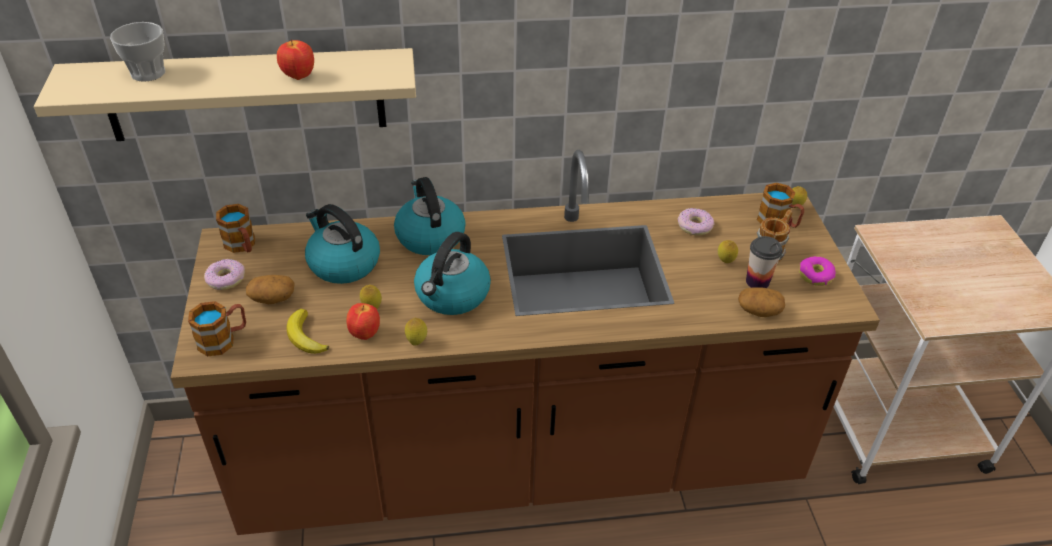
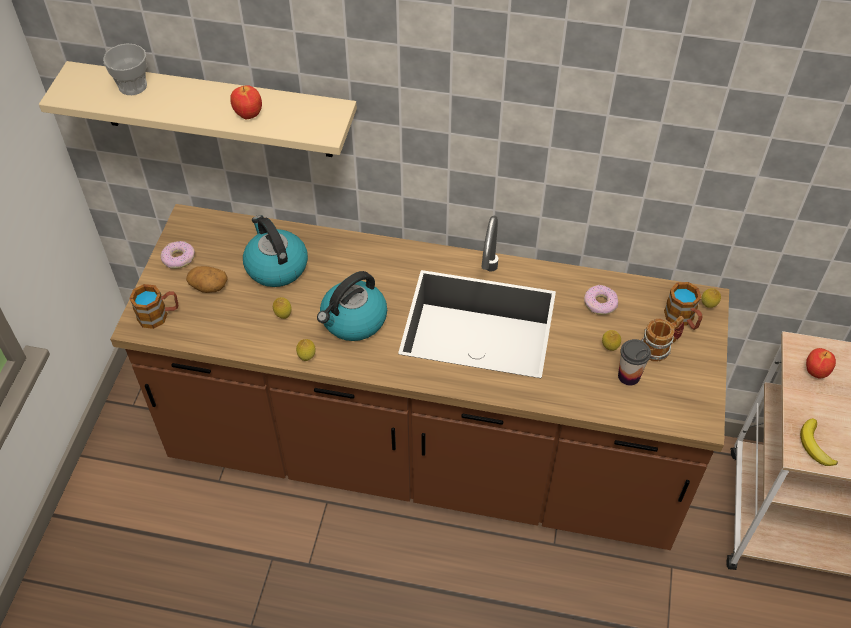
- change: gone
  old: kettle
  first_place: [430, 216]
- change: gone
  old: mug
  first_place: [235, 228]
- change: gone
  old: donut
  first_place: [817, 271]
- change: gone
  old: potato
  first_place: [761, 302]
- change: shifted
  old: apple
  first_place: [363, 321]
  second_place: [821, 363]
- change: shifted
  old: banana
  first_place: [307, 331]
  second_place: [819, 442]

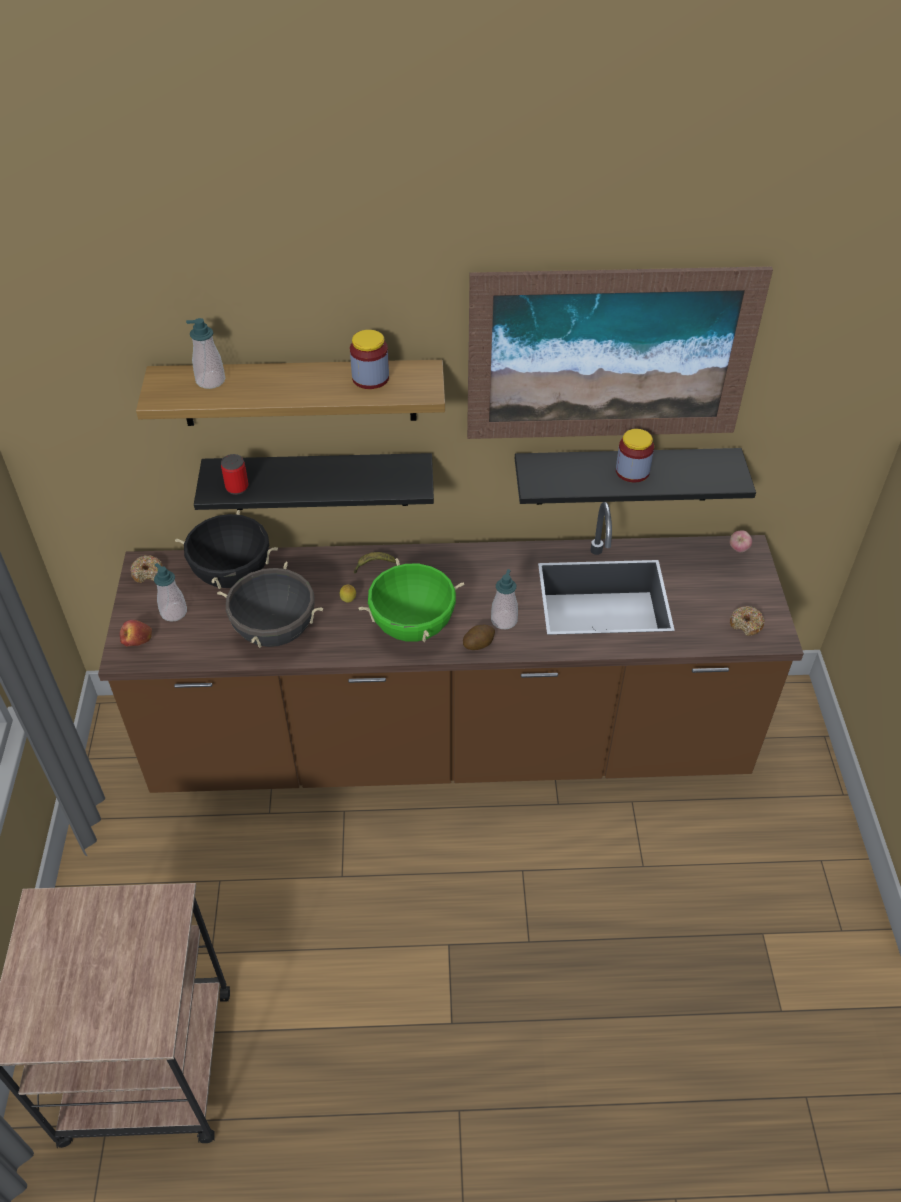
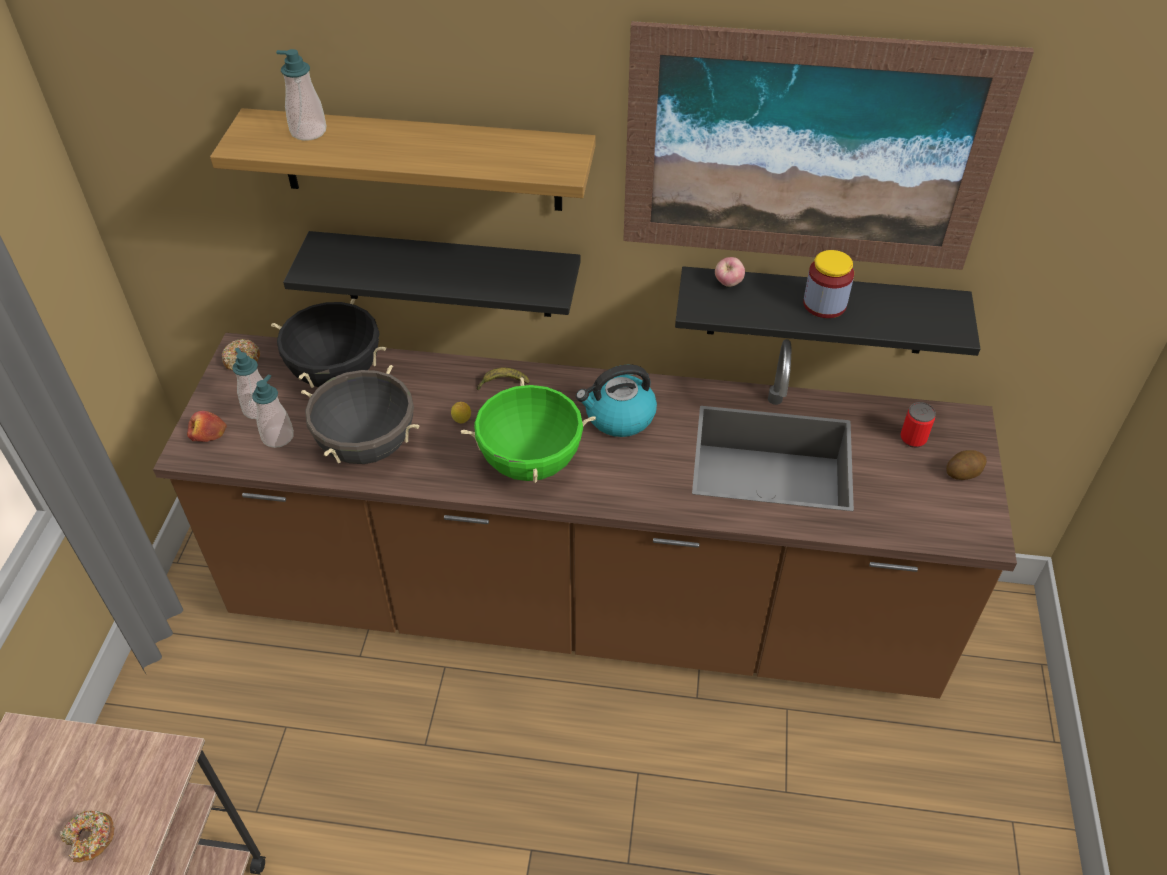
- change: gone
  old: jar
  first_place: [369, 359]
- change: shifted
  old: can
  first_place: [234, 474]
  second_place: [918, 425]
- change: shifted
  old: apple
  first_place: [741, 541]
  second_place: [730, 272]
- change: shifted
  old: soap dispenser
  first_place: [504, 599]
  second_place: [273, 411]
- change: shifted
  old: donut
  first_place: [747, 621]
  second_place: [87, 836]
- change: shifted
  old: potato
  first_place: [479, 637]
  second_place: [966, 465]
- change: new
  new: kettle
  second_place: [616, 401]

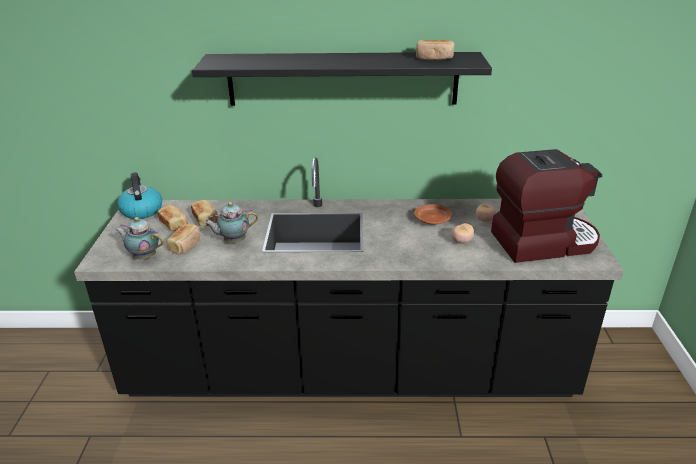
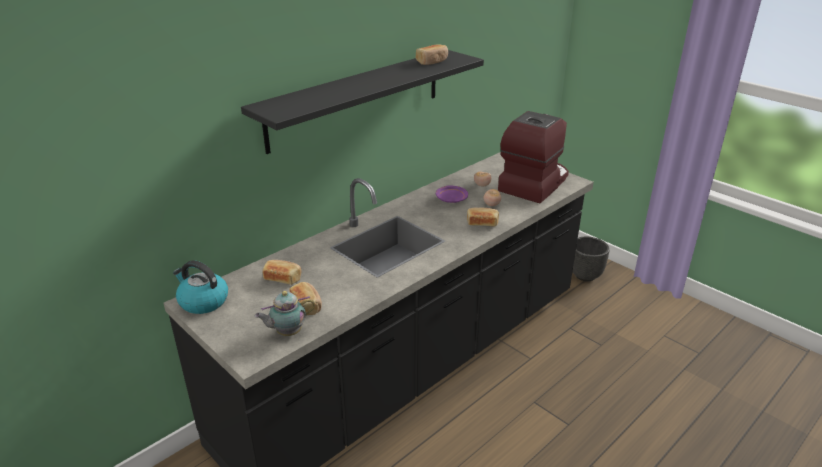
- change: gone
  old: teapot
  first_place: [231, 222]
- change: repainted
  old: brown plate
  new: purple plate
  first_place: [433, 214]
  second_place: [452, 194]
- change: shifted
  old: bread
  first_place: [172, 218]
  second_place: [483, 217]
- change: new
  new: black planter
  second_place: [591, 259]

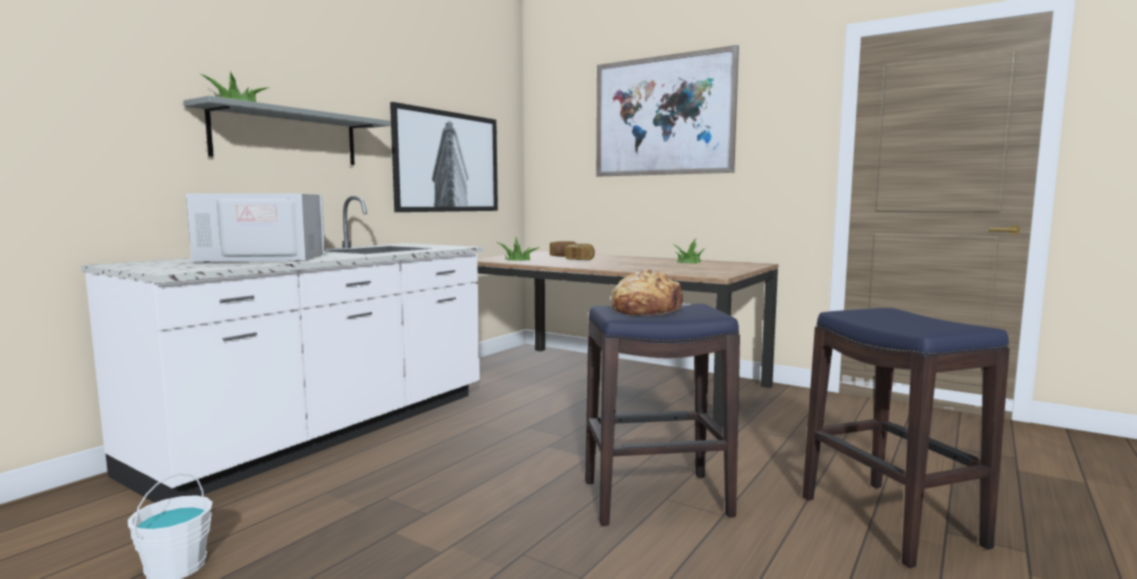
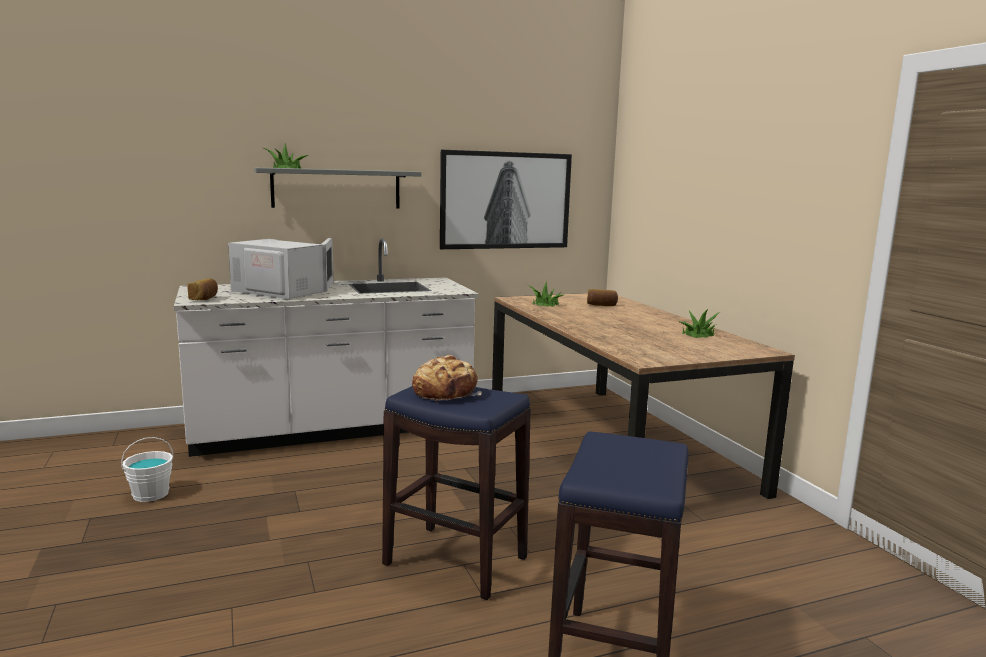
- change: gone
  old: picture
  first_place: [667, 111]
- change: shifted
  old: bread
  first_place: [580, 251]
  second_place: [202, 289]

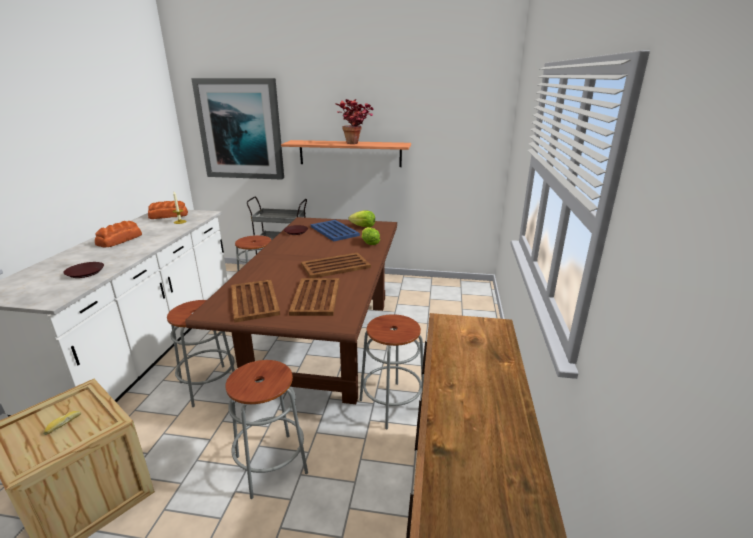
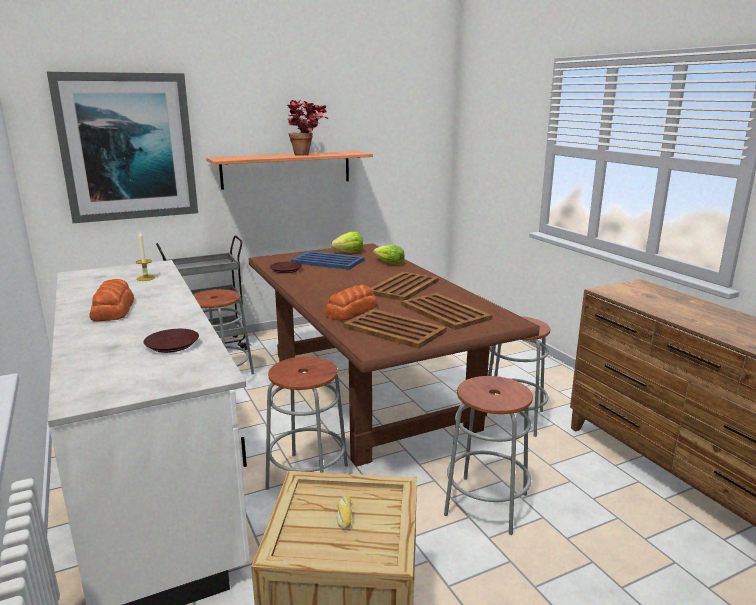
- change: shifted
  old: bread
  first_place: [168, 210]
  second_place: [351, 302]

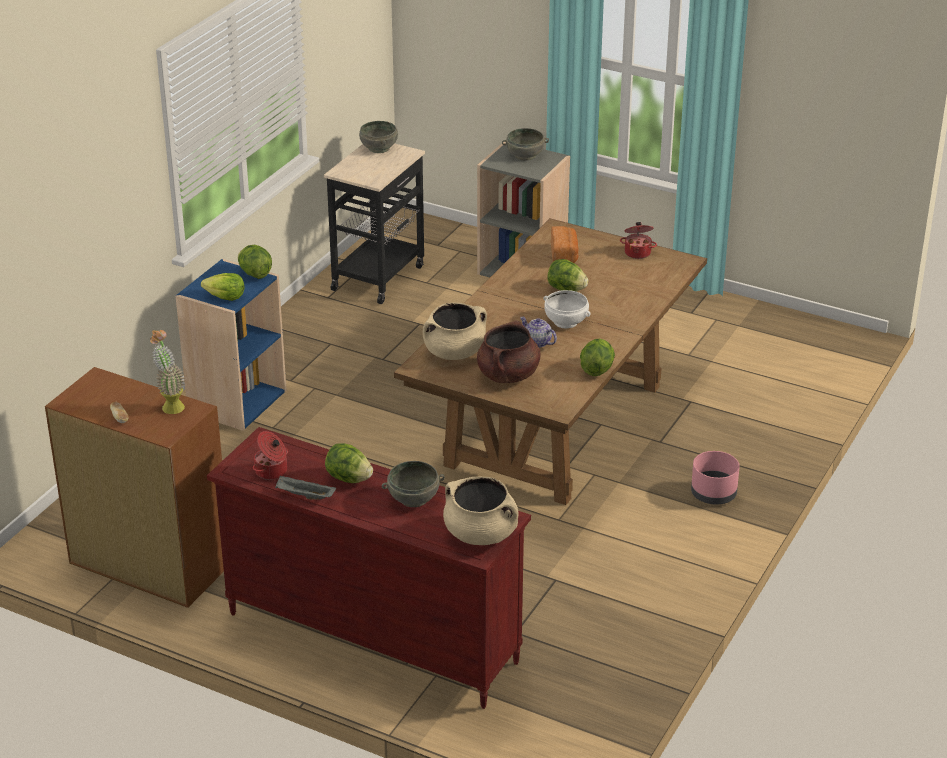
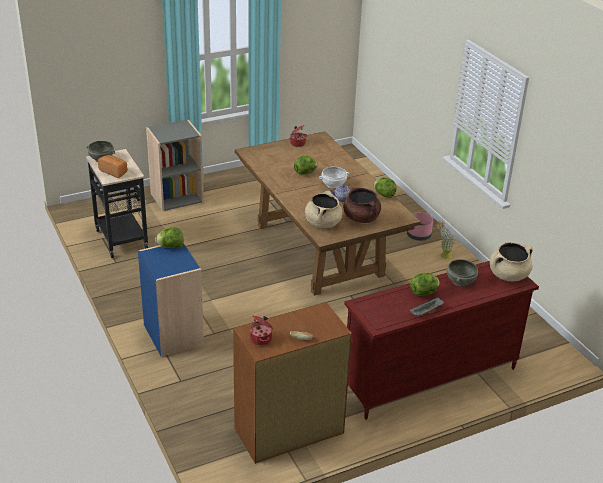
- change: gone
  old: grey bowl
  first_place: [525, 144]
- change: shifted
  old: bread
  first_place: [565, 244]
  second_place: [113, 166]
- change: gone
  old: lettuce
  first_place: [223, 287]
- change: shifted
  old: potted plant
  first_place: [167, 372]
  second_place: [445, 240]
- change: shifted
  old: cooking pot
  first_place: [270, 455]
  second_place: [261, 330]

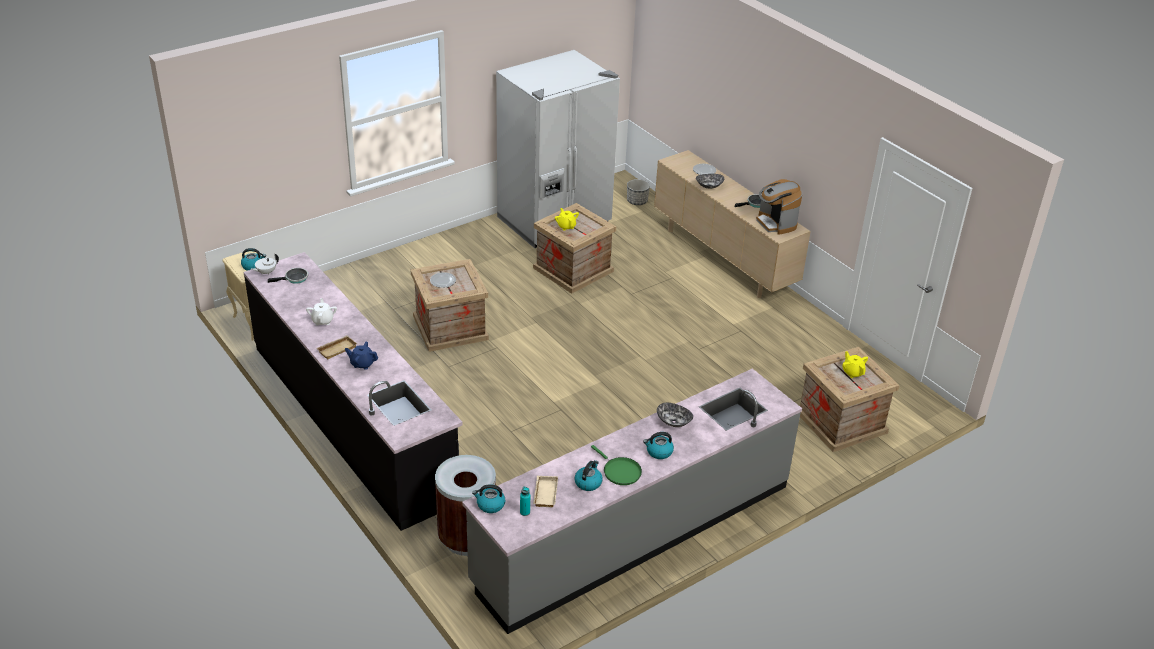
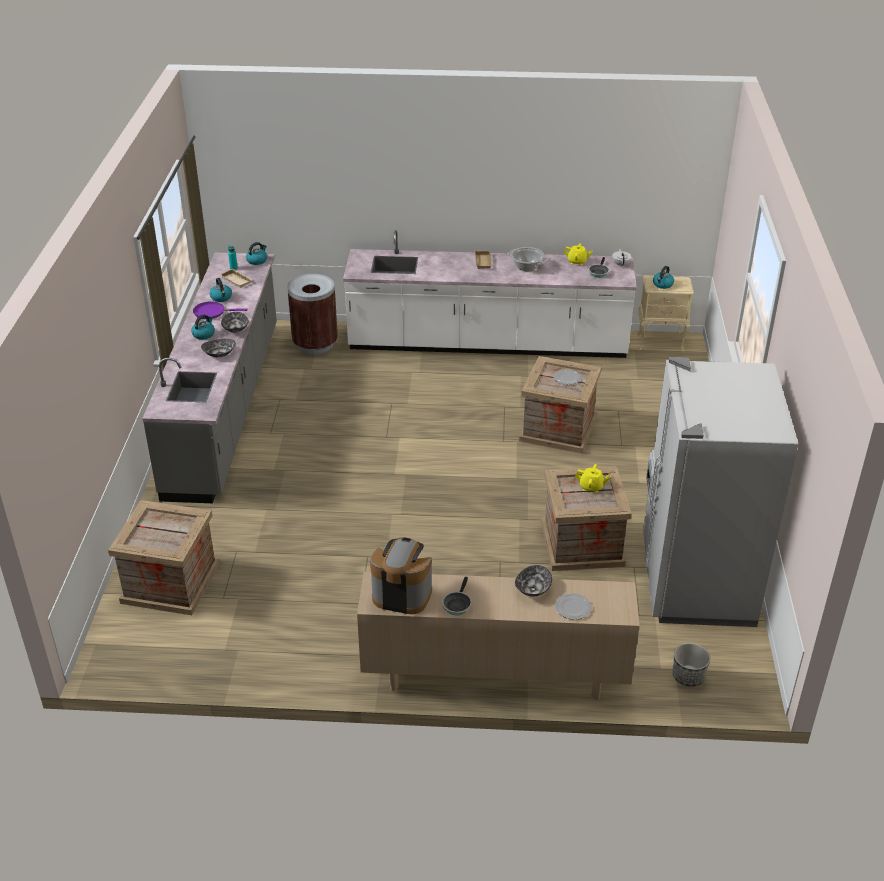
- change: repainted
  old: black counter
  new: white counter
  first_place: [353, 391]
  second_place: [490, 294]
- change: swapped
  old: white teapot
  new: cooking pot
  first_place: [321, 312]
  second_place: [527, 259]
- change: gone
  old: blue teapot
  first_place: [361, 356]
- change: shifted
  old: yellow teapot
  first_place: [855, 364]
  second_place: [578, 254]
- change: repainted
  old: green frying pan
  new: purple frying pan
  first_place: [616, 465]
  second_place: [220, 310]
- change: new
  new: bowl
  second_place: [235, 322]

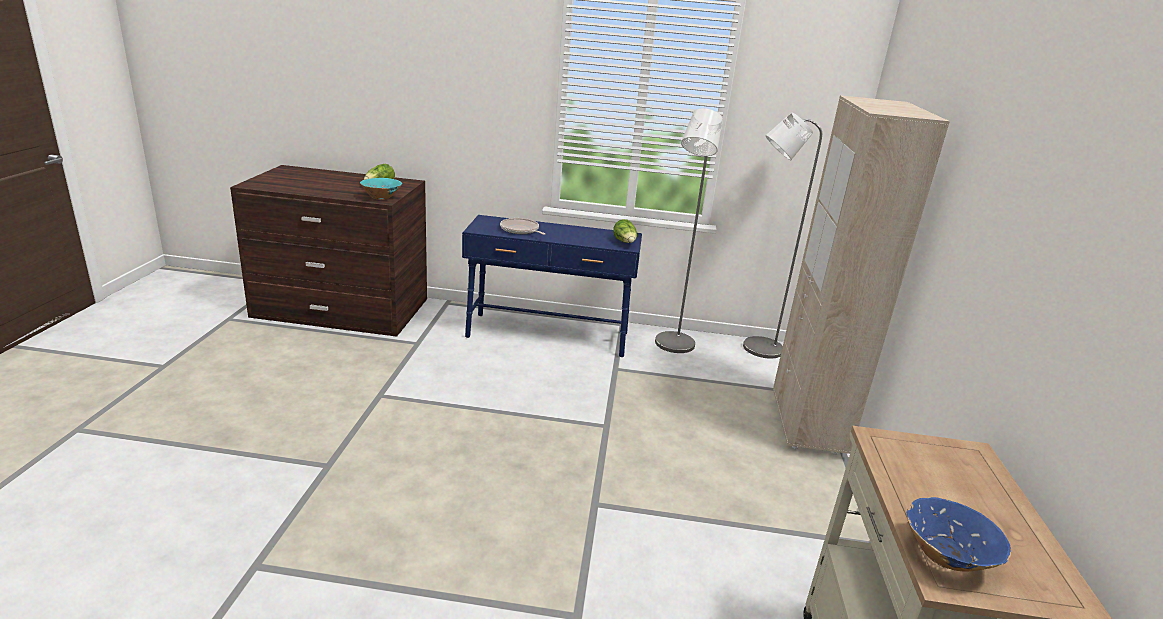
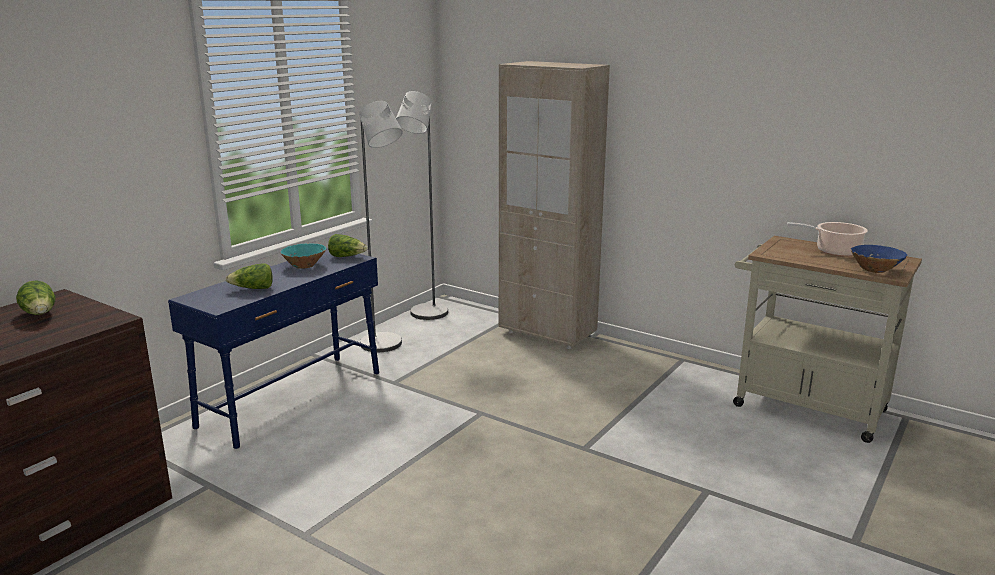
- change: shifted
  old: turquoise bowl
  first_place: [381, 189]
  second_place: [303, 256]
- change: swapped
  old: frying pan
  new: lettuce
  first_place: [522, 226]
  second_place: [249, 276]
- change: new
  new: cooking pot
  second_place: [827, 239]

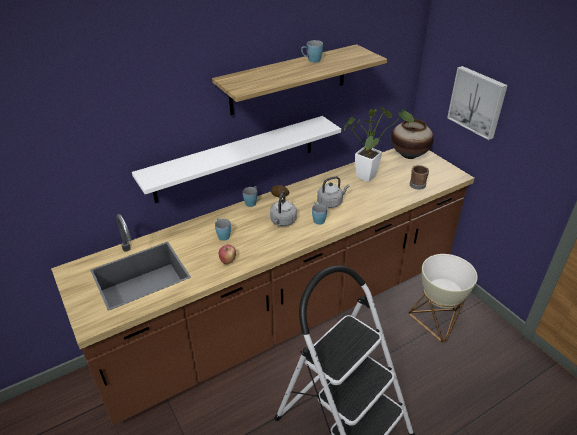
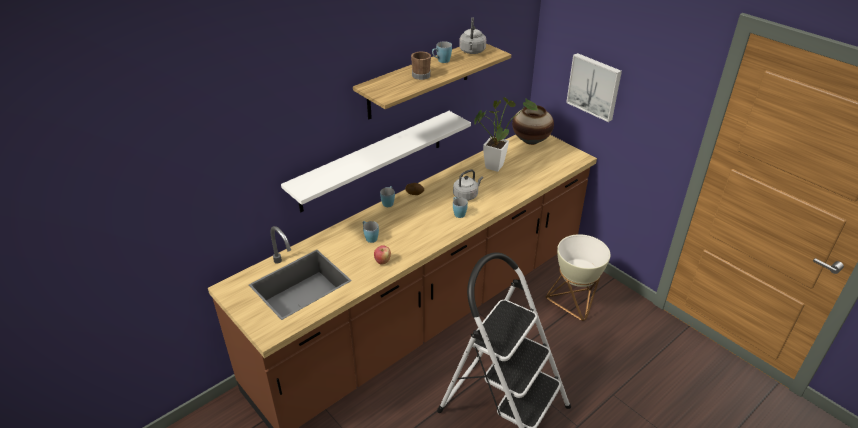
- change: shifted
  old: brown mug
  first_place: [419, 177]
  second_place: [421, 66]
- change: shifted
  old: grey kettle
  first_place: [283, 208]
  second_place: [472, 35]

